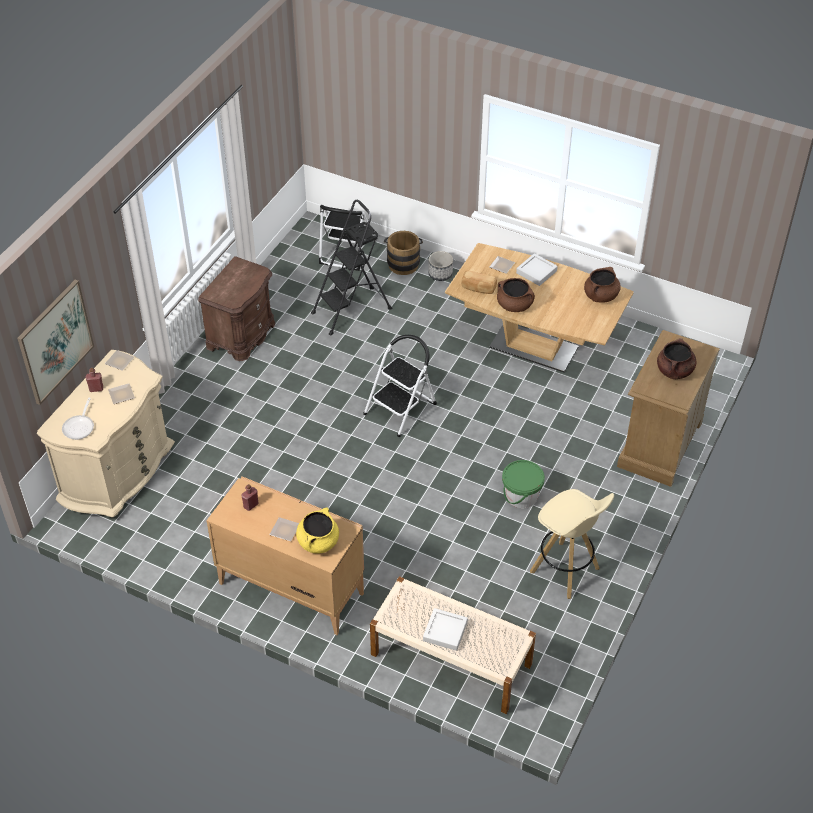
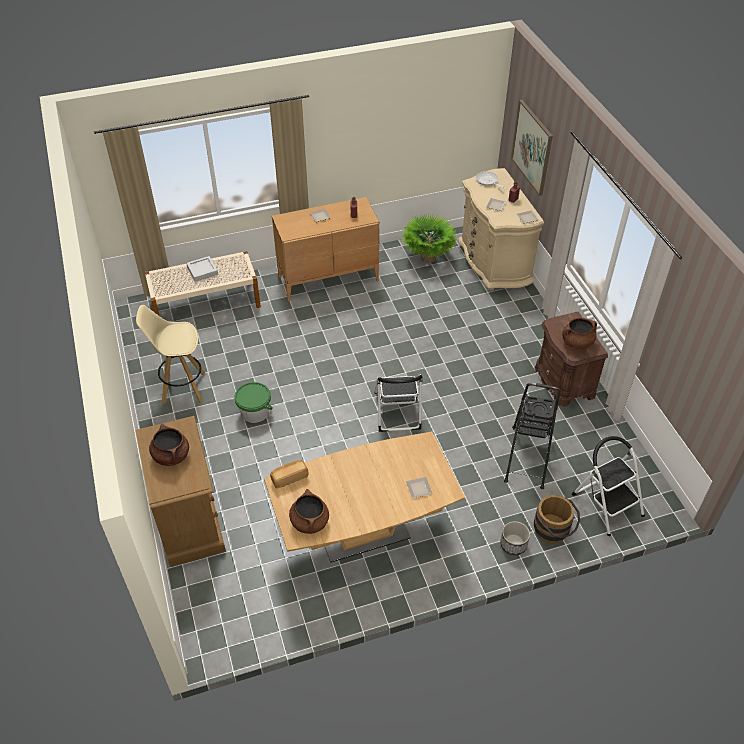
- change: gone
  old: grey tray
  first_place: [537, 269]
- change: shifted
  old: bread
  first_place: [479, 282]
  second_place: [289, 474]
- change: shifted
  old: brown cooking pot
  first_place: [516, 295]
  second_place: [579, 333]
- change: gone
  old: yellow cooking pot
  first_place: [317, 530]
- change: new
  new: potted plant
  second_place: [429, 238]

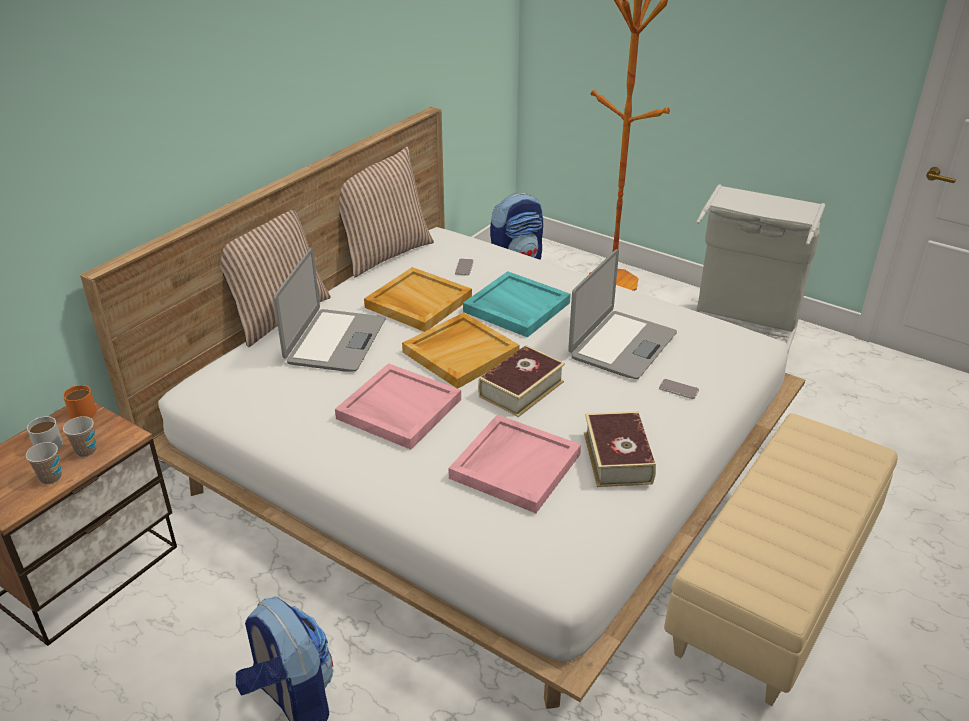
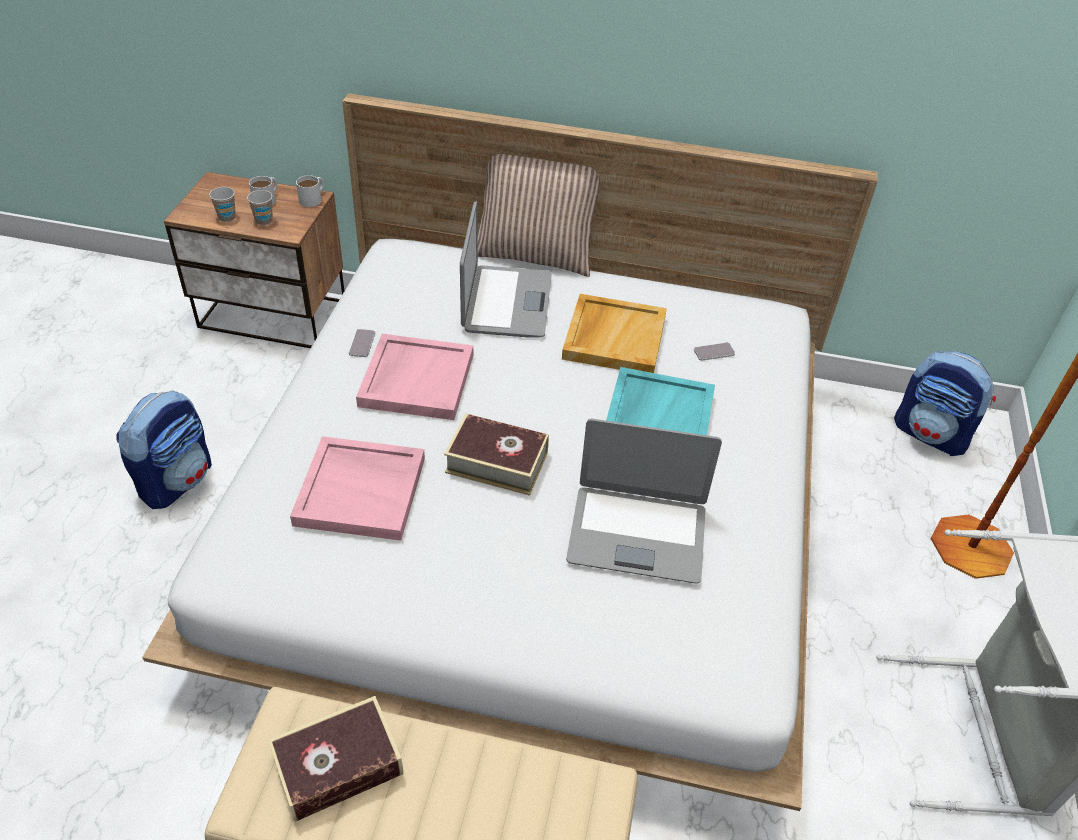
- change: gone
  old: pillow
  first_place: [386, 211]
- change: rotated
  old: laptop
  first_place: [330, 309]
  second_place: [506, 269]
  degrees: -75
- change: gone
  old: beige tray
  first_place: [461, 351]
- change: shifted
  old: phone
  first_place: [679, 389]
  second_place: [362, 343]
- change: repainted
  old: orange mug
  new: white mug
  first_place: [80, 402]
  second_place: [310, 191]
- change: shifted
  old: book
  first_place: [620, 449]
  second_place: [335, 759]

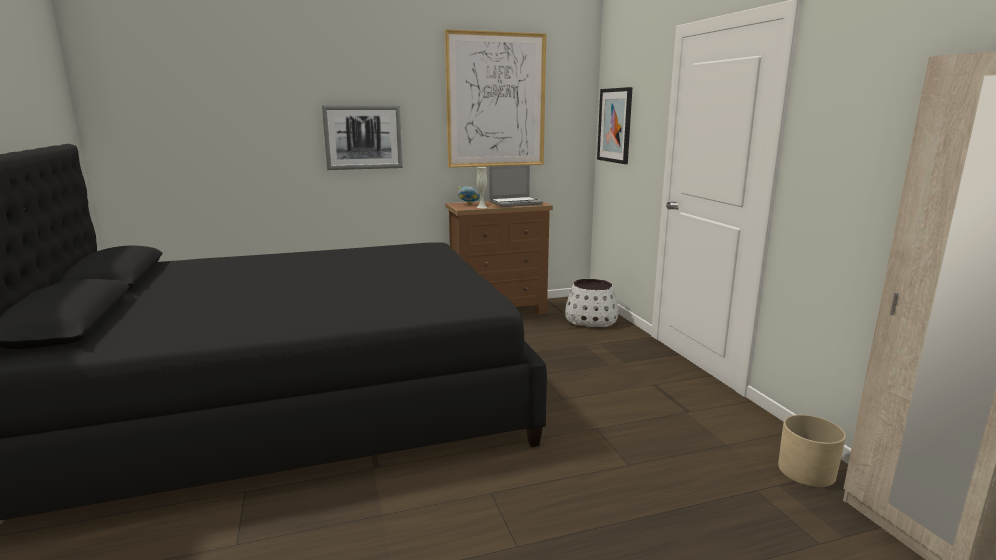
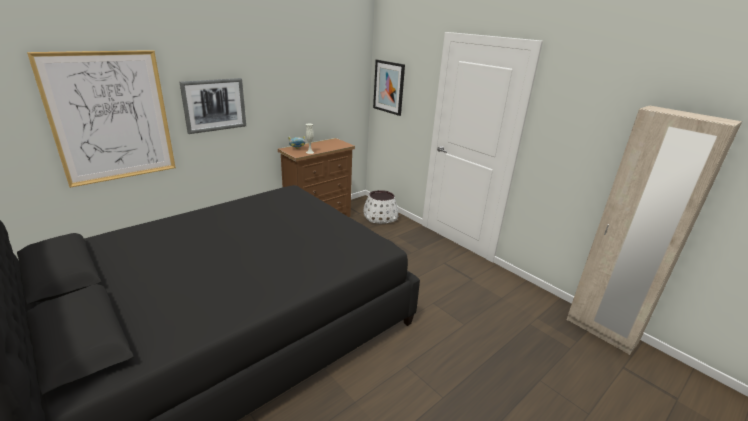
- change: shifted
  old: picture
  first_place: [496, 98]
  second_place: [101, 119]
- change: gone
  old: laptop
  first_place: [516, 186]
- change: gone
  old: beige planter
  first_place: [812, 450]

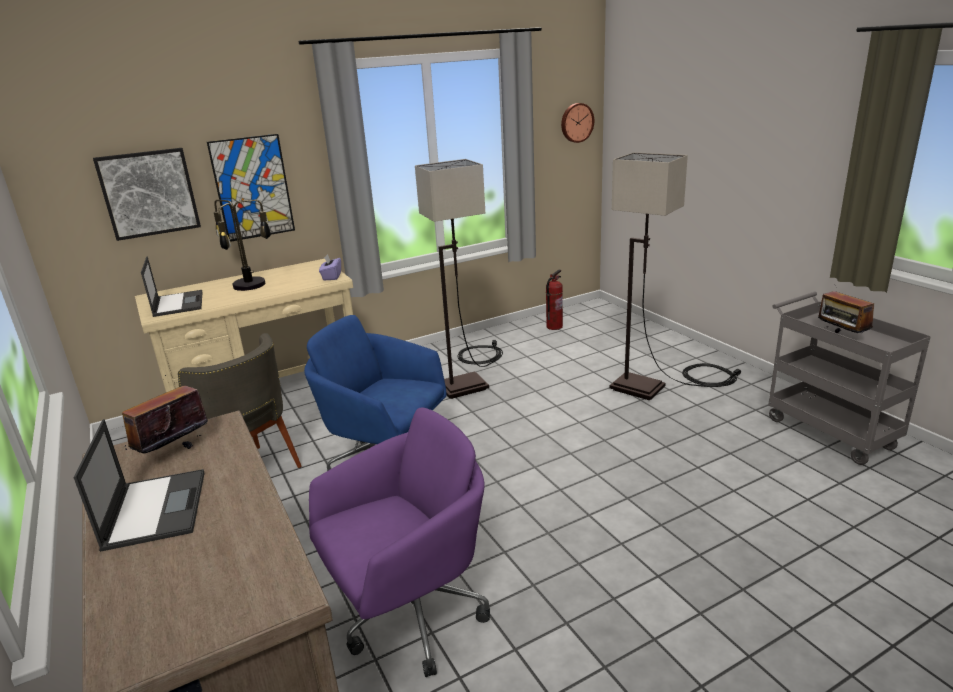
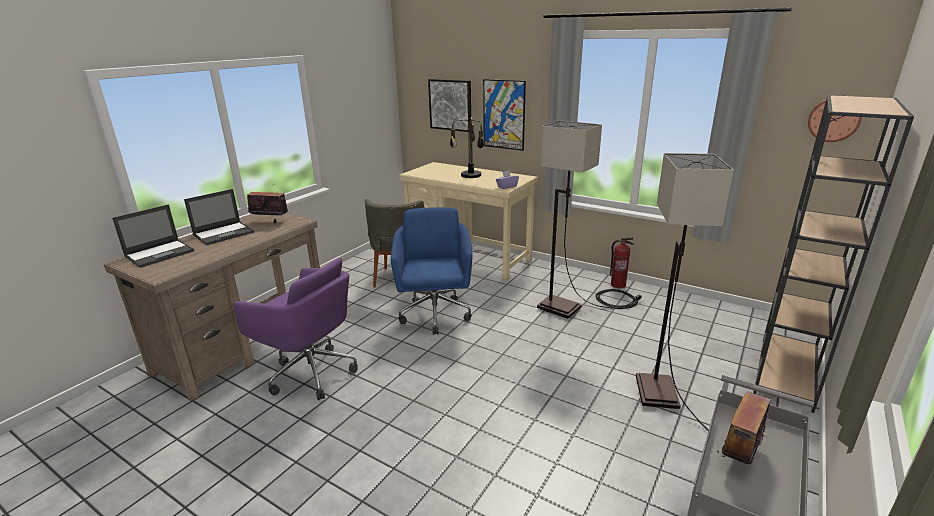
- change: shifted
  old: laptop
  first_place: [172, 286]
  second_place: [153, 236]
- change: shifted
  old: fire extinguisher
  first_place: [554, 300]
  second_place: [622, 262]
- change: new
  new: bookcase
  second_place: [833, 254]

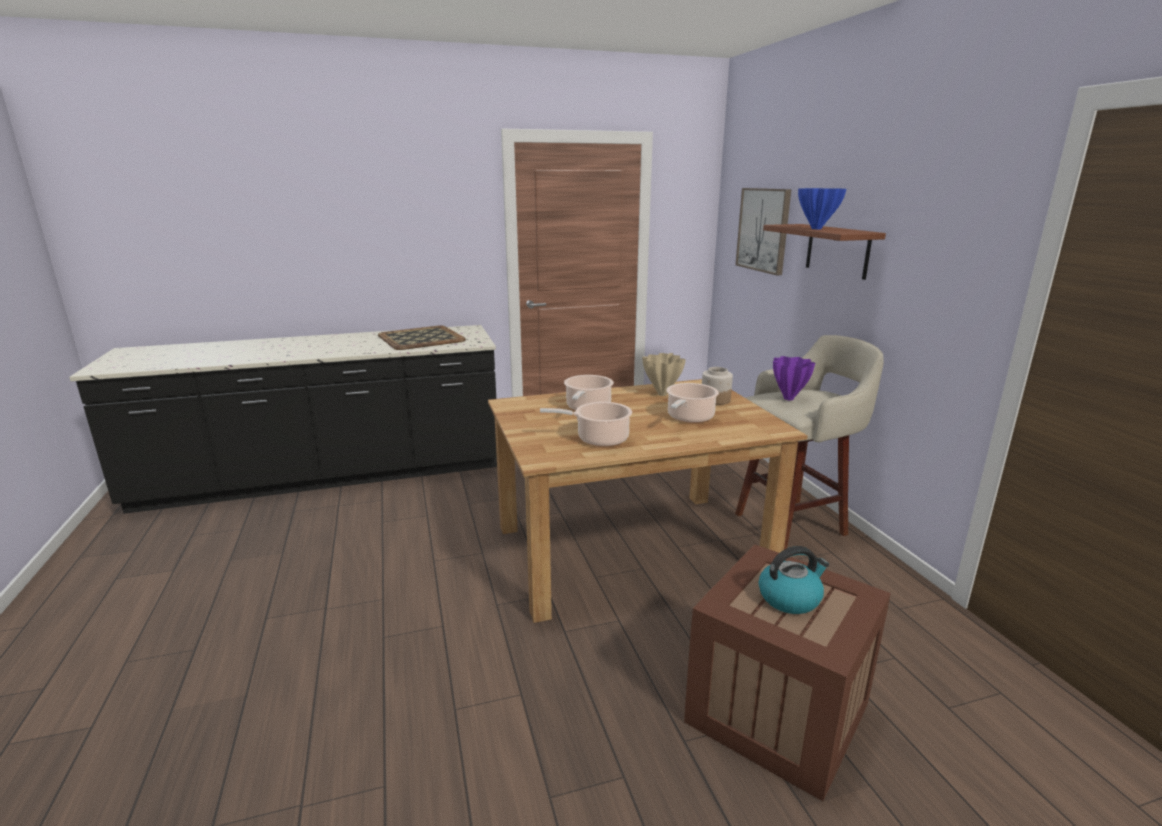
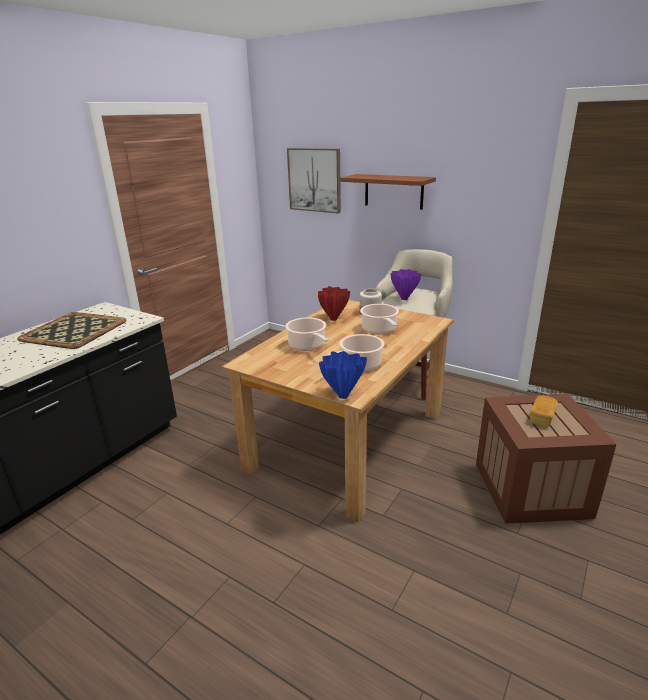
- change: shifted
  old: blue vase
  first_place: [822, 208]
  second_place: [343, 375]
- change: repainted
  old: beige vase
  new: red vase
  first_place: [664, 374]
  second_place: [334, 303]
- change: swapped
  old: kettle
  new: bread
  first_place: [794, 580]
  second_place: [544, 411]

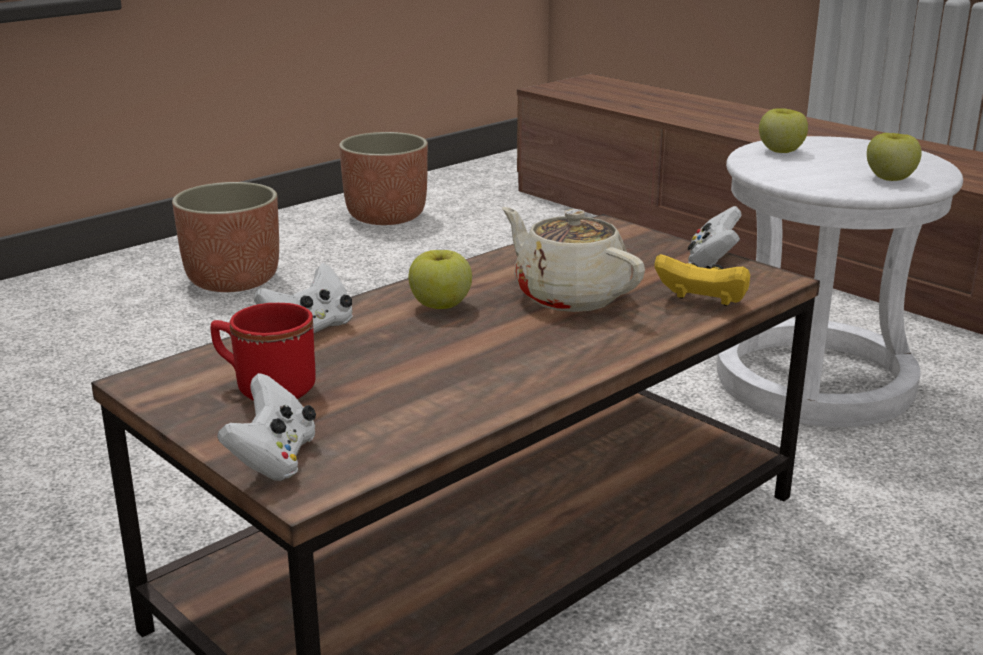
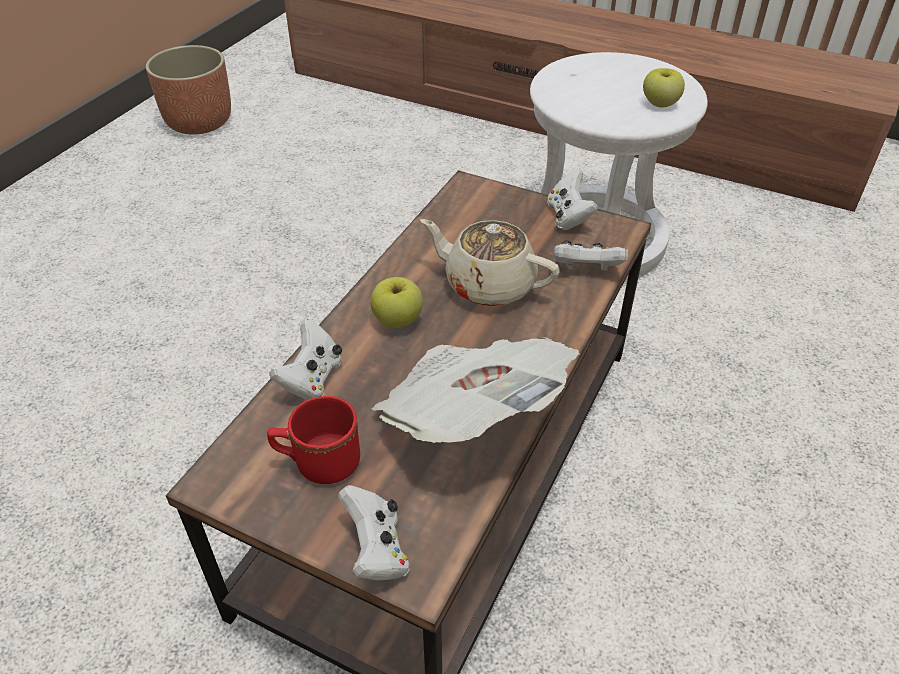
- change: gone
  old: apple
  first_place: [783, 130]
- change: gone
  old: planter
  first_place: [225, 237]
- change: repainted
  old: yellow game controller
  new: white game controller
  first_place: [702, 280]
  second_place: [590, 255]
- change: new
  new: newspaper
  second_place: [475, 390]

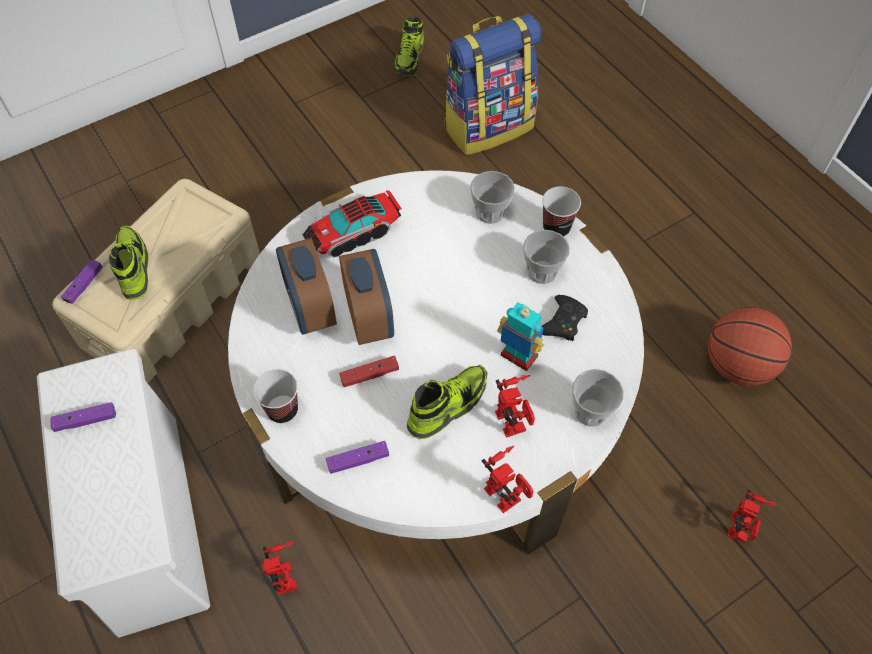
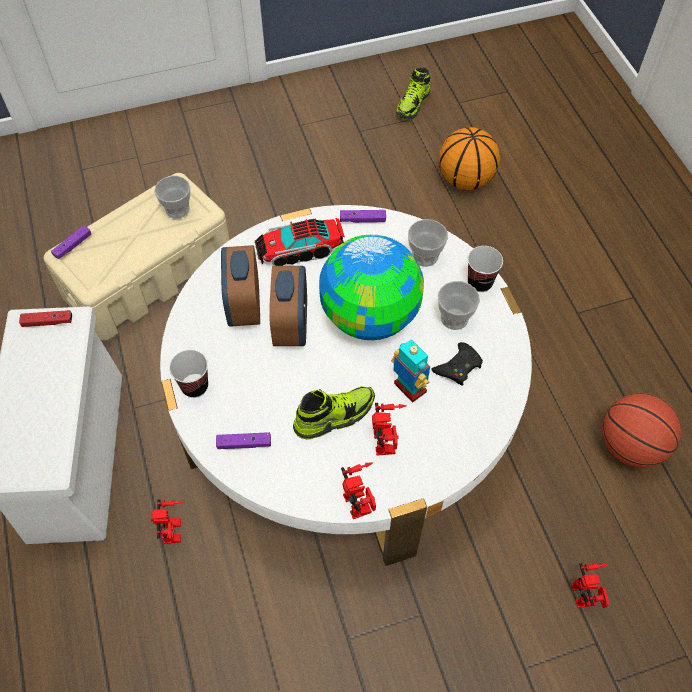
- change: swapped
  old: backpack
  new: basketball
  first_place: [493, 84]
  second_place: [469, 158]
- change: gone
  old: shoe
  first_place: [129, 263]
- change: shifted
  old: red game controller
  first_place: [369, 371]
  second_place: [45, 318]
- change: shifted
  old: cup
  first_place: [598, 398]
  second_place: [172, 197]
- change: shifted
  old: purple game controller
  first_place: [83, 417]
  second_place: [363, 216]
- change: rotated
  old: toy robot
  first_place: [752, 516]
  second_place: [590, 585]
  degrees: -45
- change: new
  new: globe
  second_place: [371, 287]

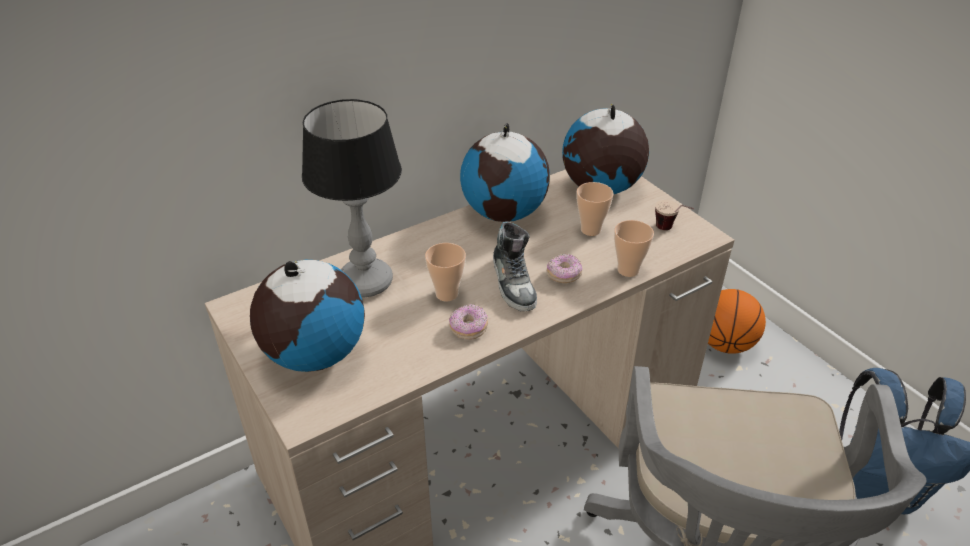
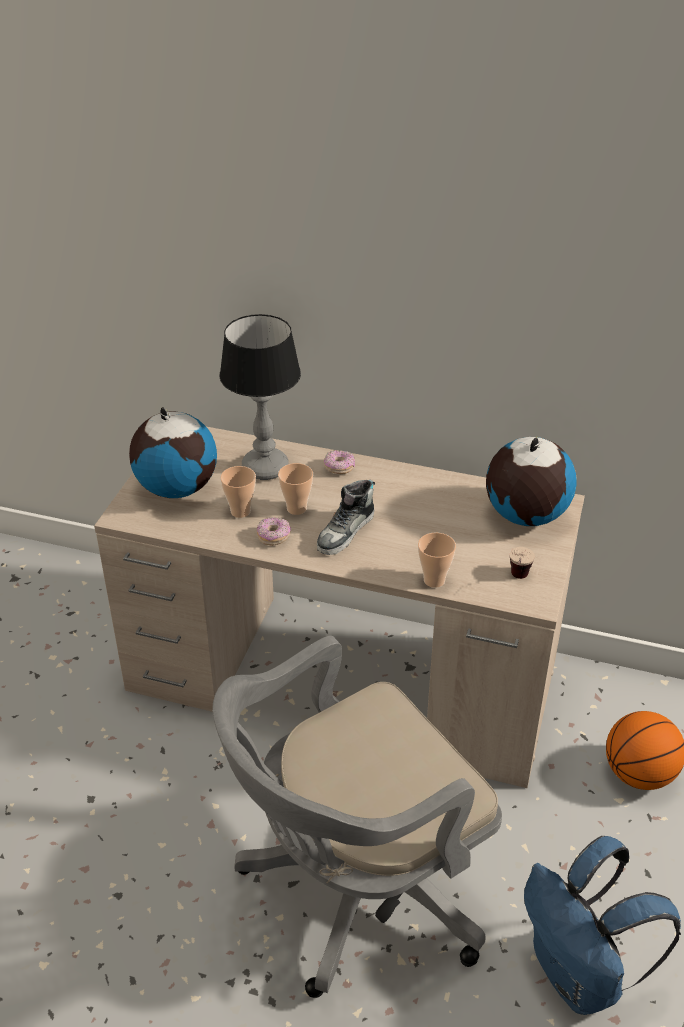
- change: gone
  old: globe
  first_place: [505, 172]
- change: shifted
  old: cup
  first_place: [595, 209]
  second_place: [238, 492]
- change: shifted
  old: donut
  first_place: [564, 268]
  second_place: [339, 462]

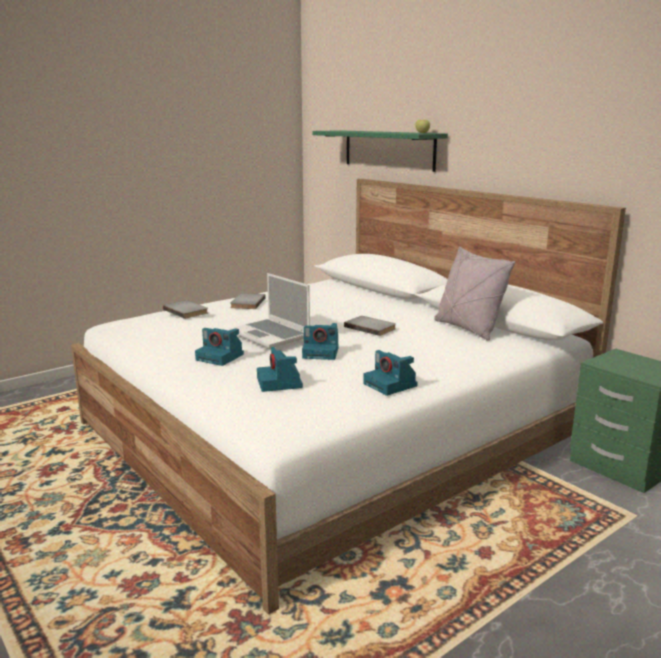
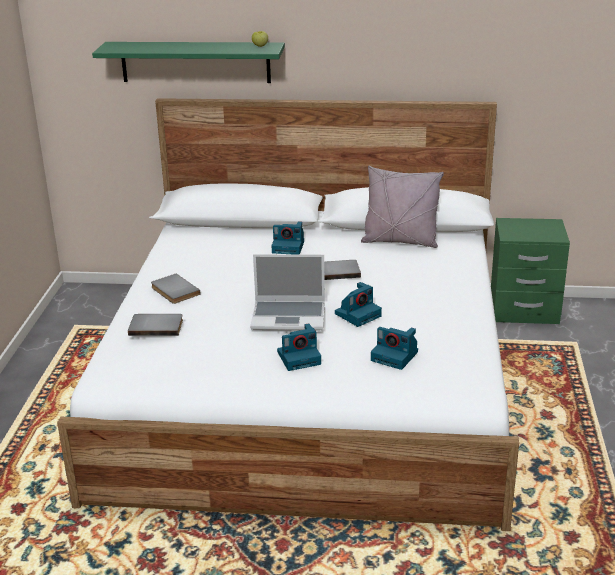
- change: shifted
  old: photo camera
  first_place: [390, 373]
  second_place: [287, 237]

